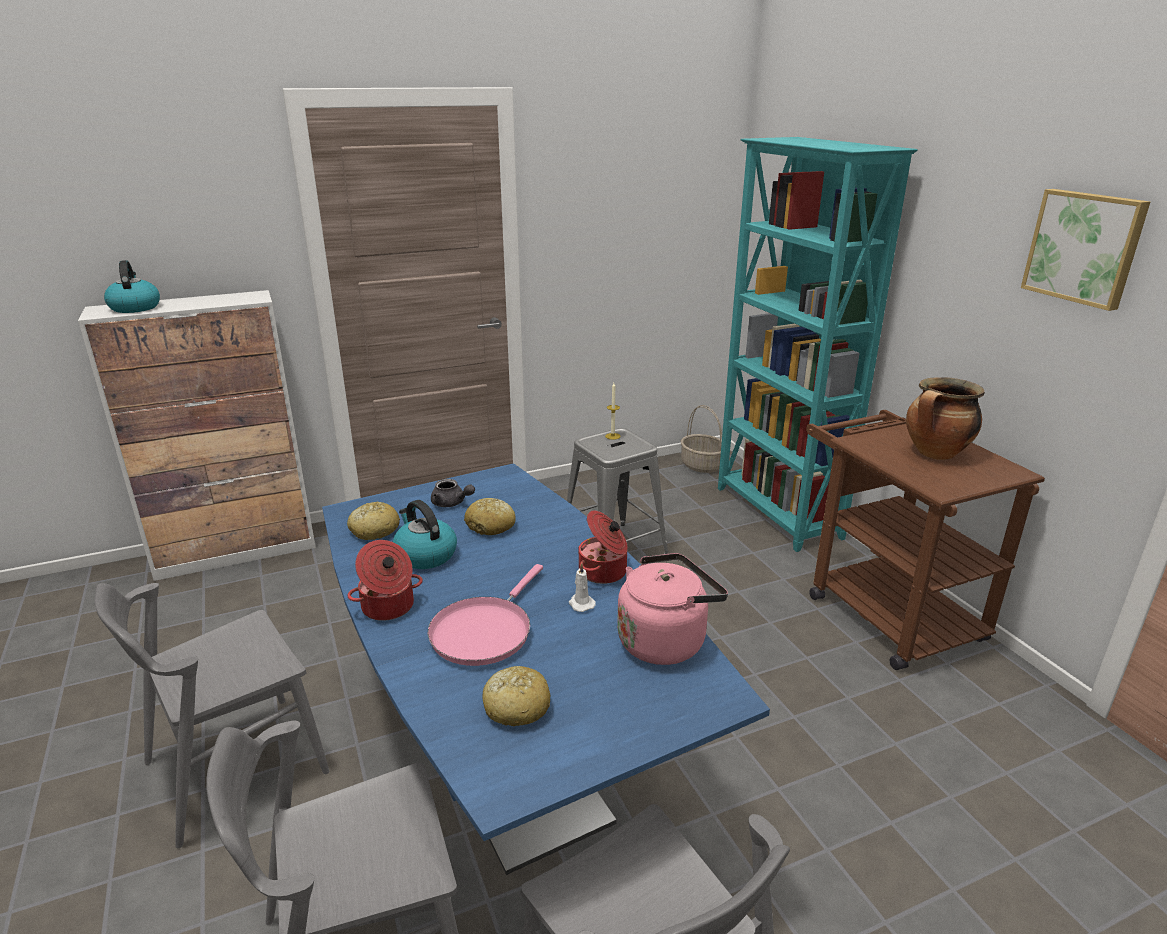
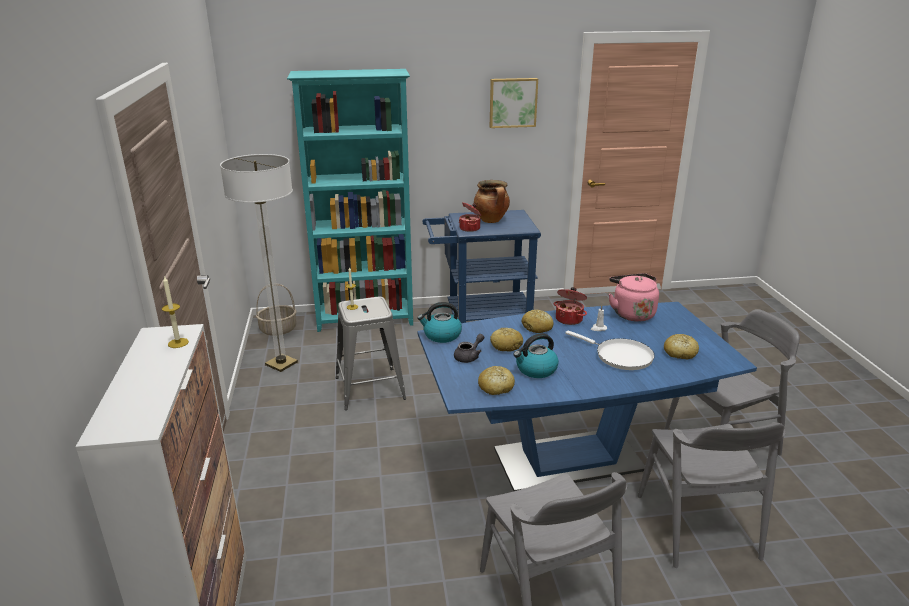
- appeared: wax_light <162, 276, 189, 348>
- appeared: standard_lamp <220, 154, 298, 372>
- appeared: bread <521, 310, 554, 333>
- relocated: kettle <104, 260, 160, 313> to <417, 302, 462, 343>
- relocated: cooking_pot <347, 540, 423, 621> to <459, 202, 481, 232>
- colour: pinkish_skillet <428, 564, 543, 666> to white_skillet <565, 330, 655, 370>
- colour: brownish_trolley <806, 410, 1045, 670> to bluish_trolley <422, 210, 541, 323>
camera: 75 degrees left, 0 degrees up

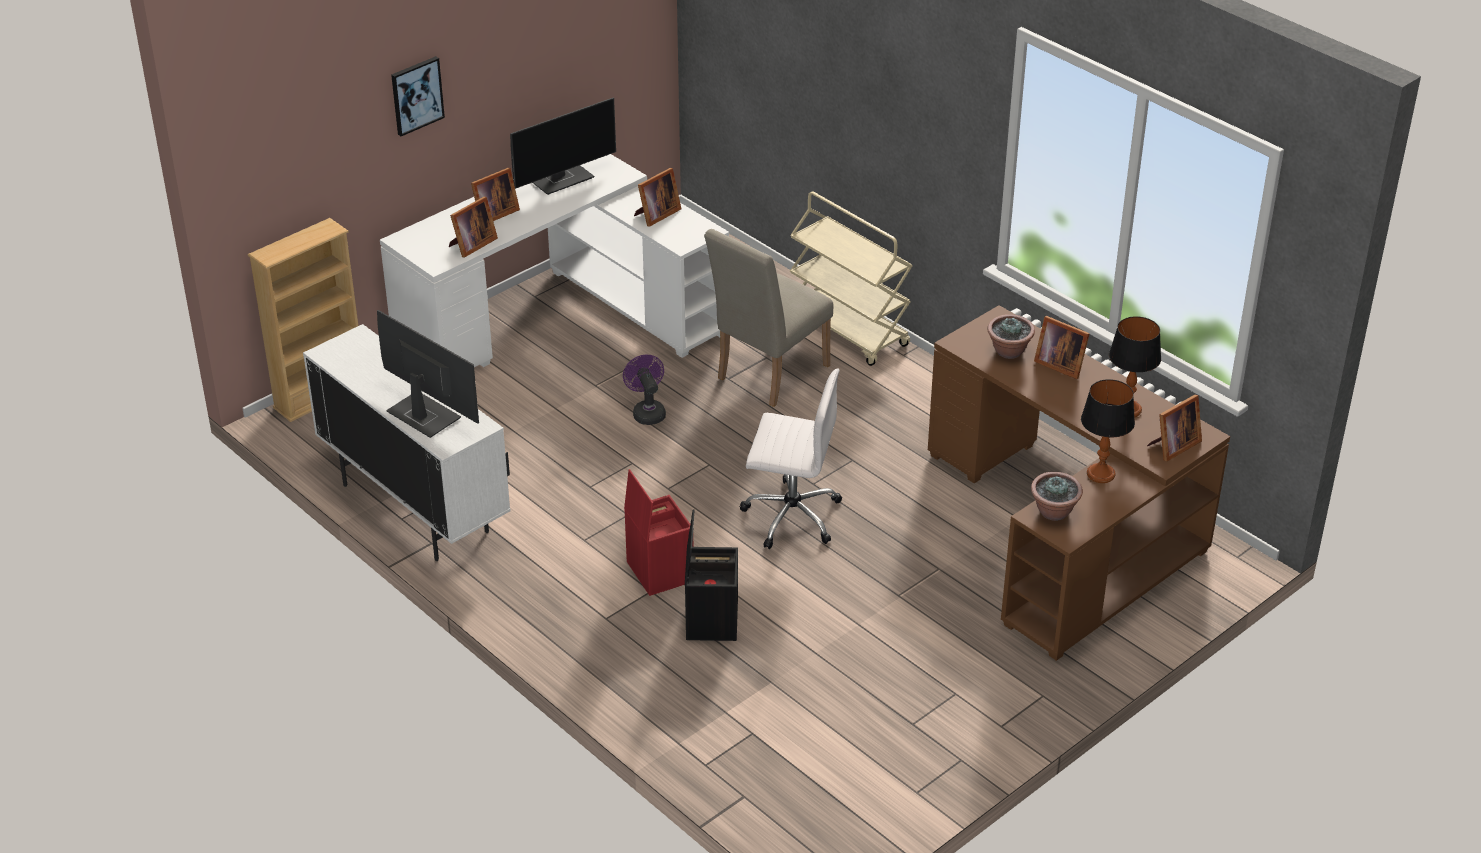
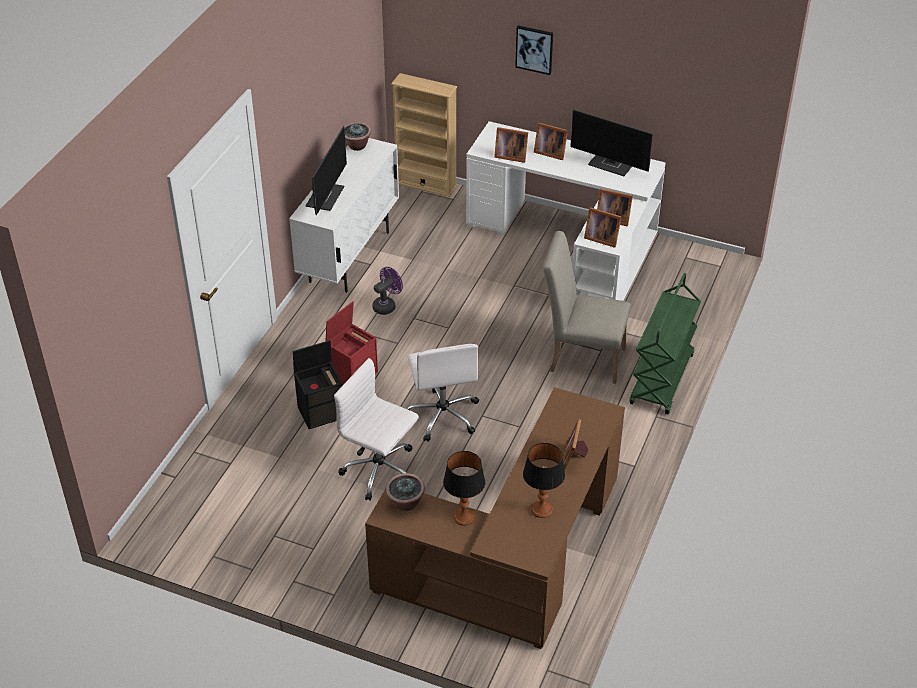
- appeared: white_office_chair <334, 358, 419, 501>
- relocated: purple-coloured_cooling_fan <623, 355, 666, 425> to <372, 267, 403, 315>
- relocated: houseplant <988, 314, 1035, 359> to <344, 122, 371, 151>
- relocated: photo_frame <1147, 394, 1202, 462> to <584, 207, 622, 248>
- colour: beige-coloured_trolley <790, 192, 913, 366> to green-coloured_trolley <629, 273, 701, 414>
camera: 65 degrees right, 5 degrees up

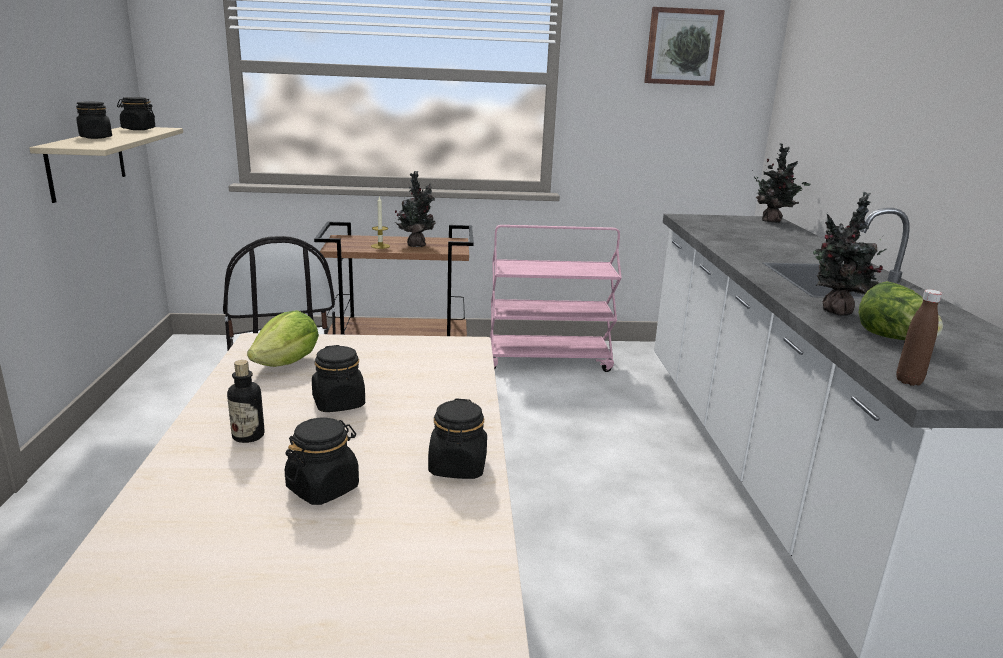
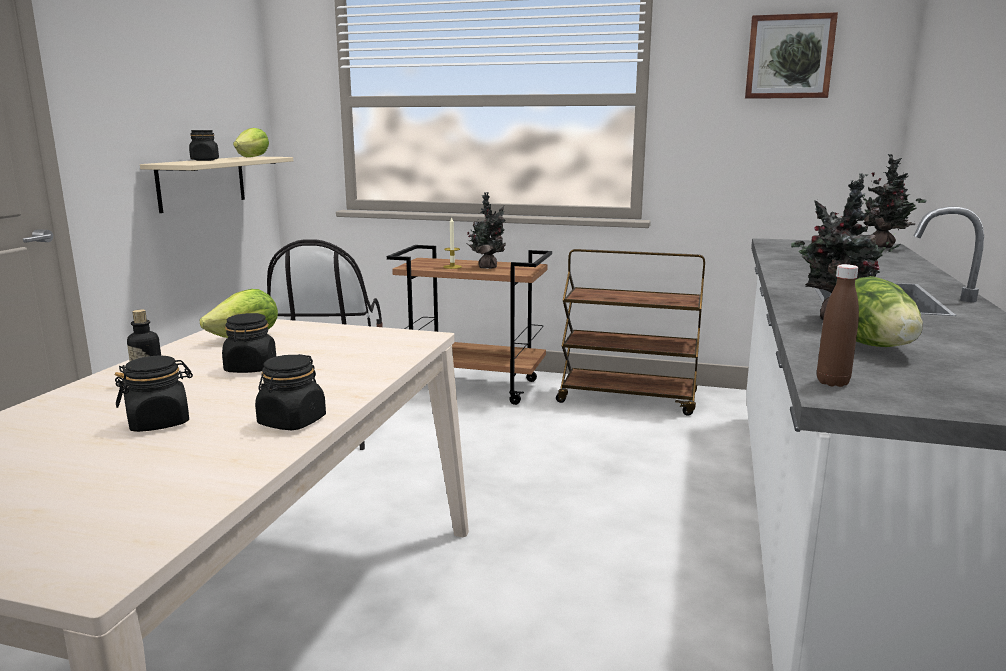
- exchanged: black_preserve_jar <117, 97, 155, 130> to lettuce_head <233, 128, 269, 157>
- colour: pinkish_trolley <490, 225, 622, 372> to brownish_trolley <556, 249, 705, 416>
camera: 20 degrees right, 5 degrees down

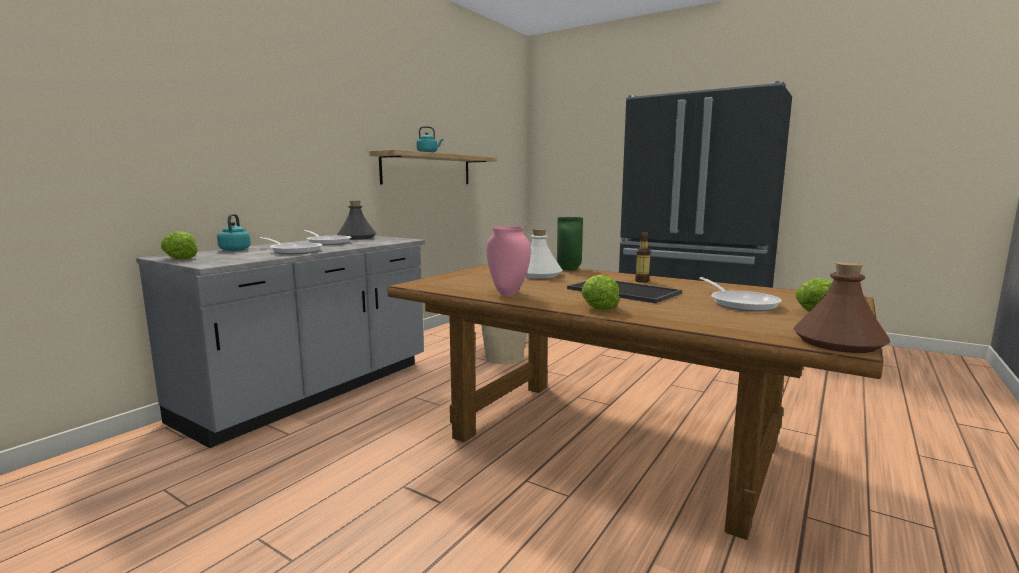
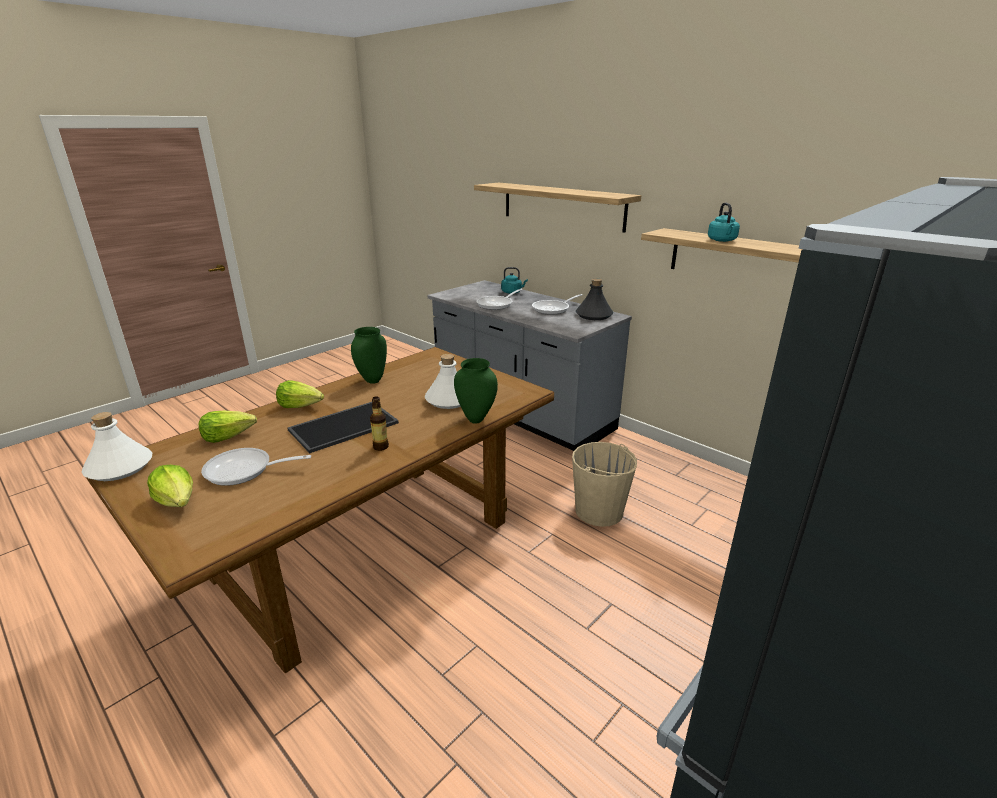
- appeared: shelf <474, 182, 641, 233>
- relocated: lettuce_head <161, 231, 198, 260> to <199, 410, 257, 443>
- colour: pinkish_decorative_vase <487, 226, 531, 296> to green-coloured_decorative_vase <351, 327, 387, 384>
- colour: brownish_drink_bottle <793, 262, 890, 353> to white_drink_bottle <82, 412, 152, 481>
camera: 100 degrees right, 15 degrees up

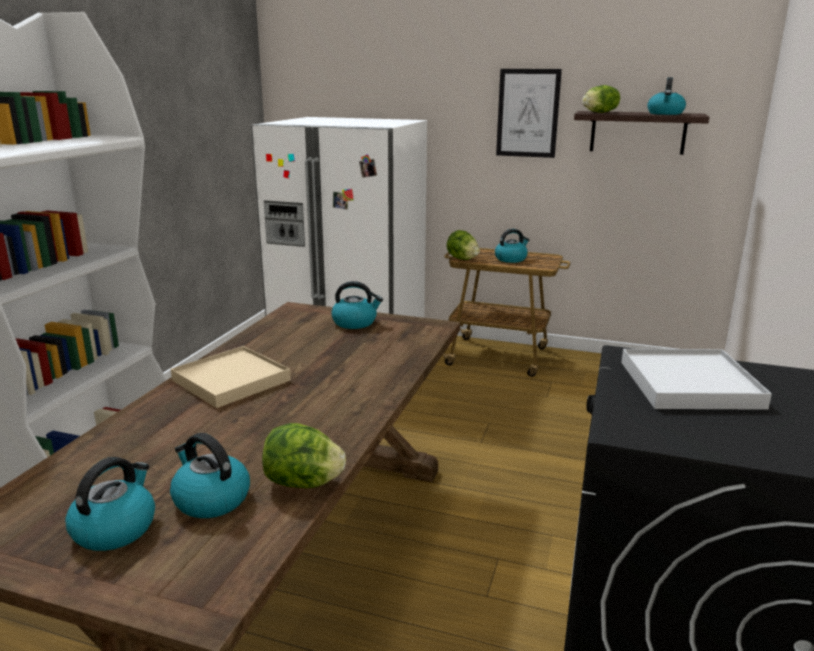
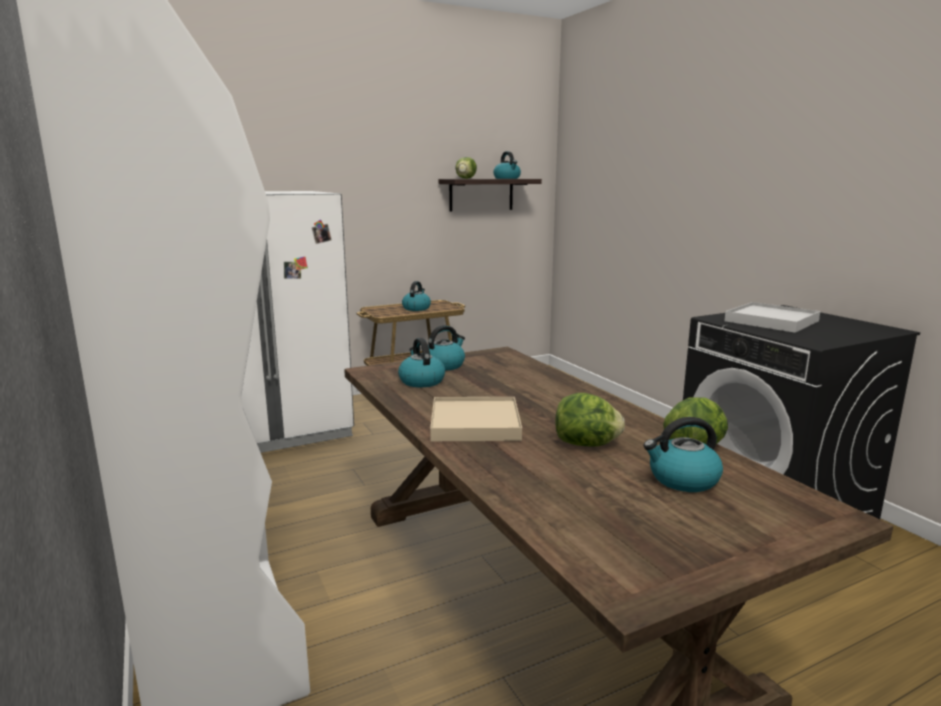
- missing: wall_art <496, 69, 562, 158>
- relocated: kettle <65, 457, 155, 551> to <398, 338, 445, 387>
- relocated: lettuce_head <446, 230, 480, 260> to <555, 393, 625, 447>
camera: 45 degrees left, 5 degrees down

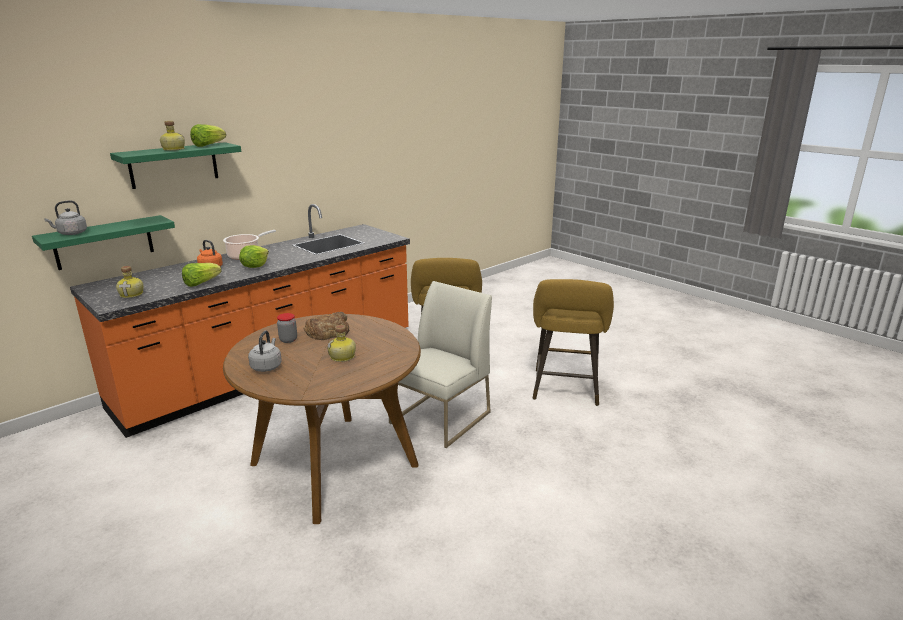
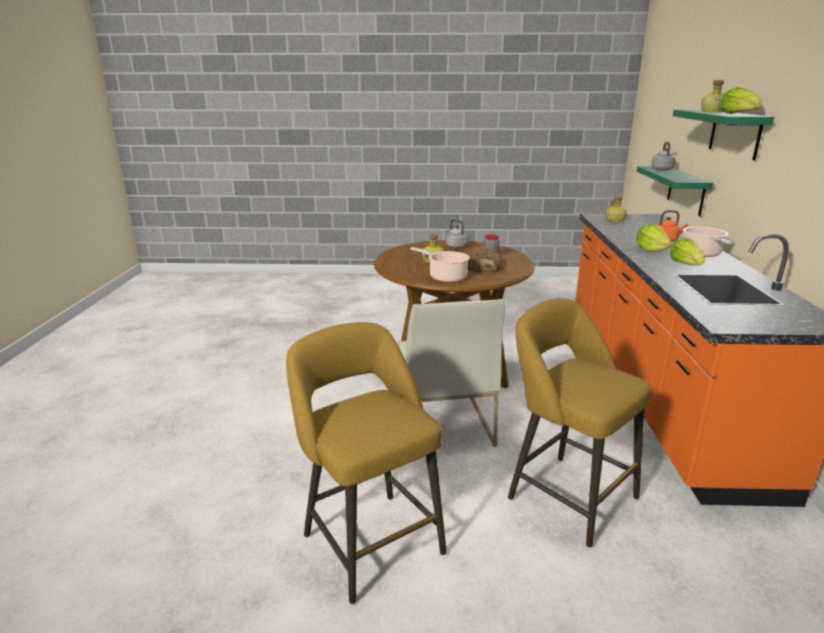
- appeared: cooking_pot <410, 247, 470, 282>
- relocated: lettuce_head <182, 263, 221, 287> to <670, 238, 705, 266>
camera: 135 degrees right, 0 degrees up

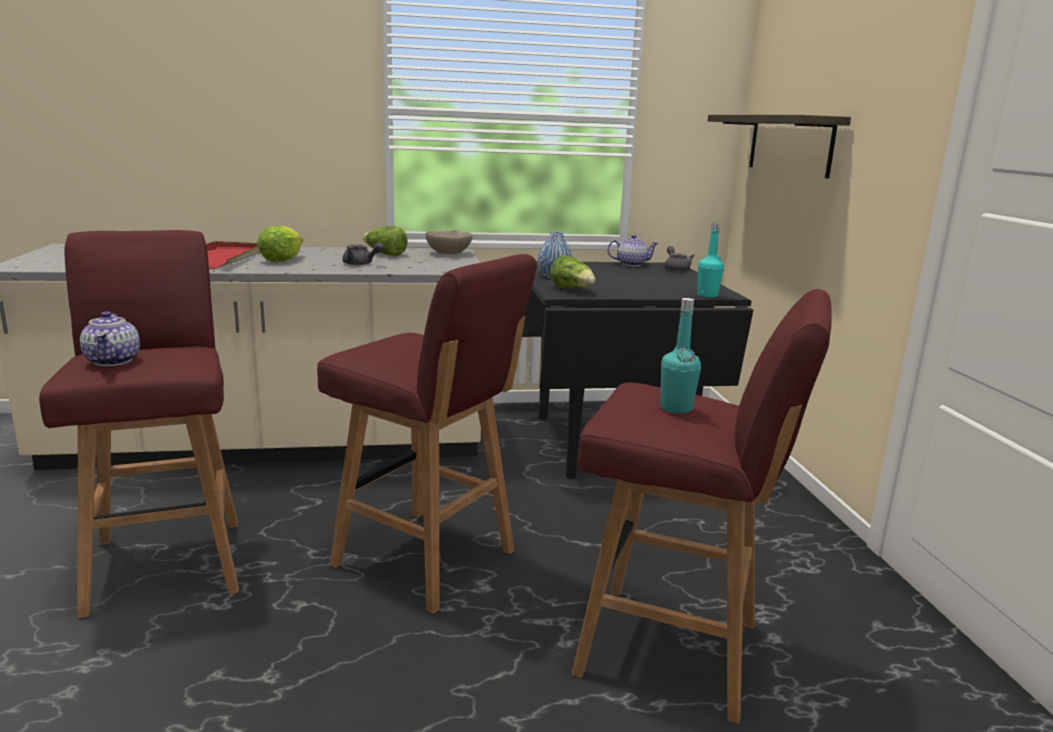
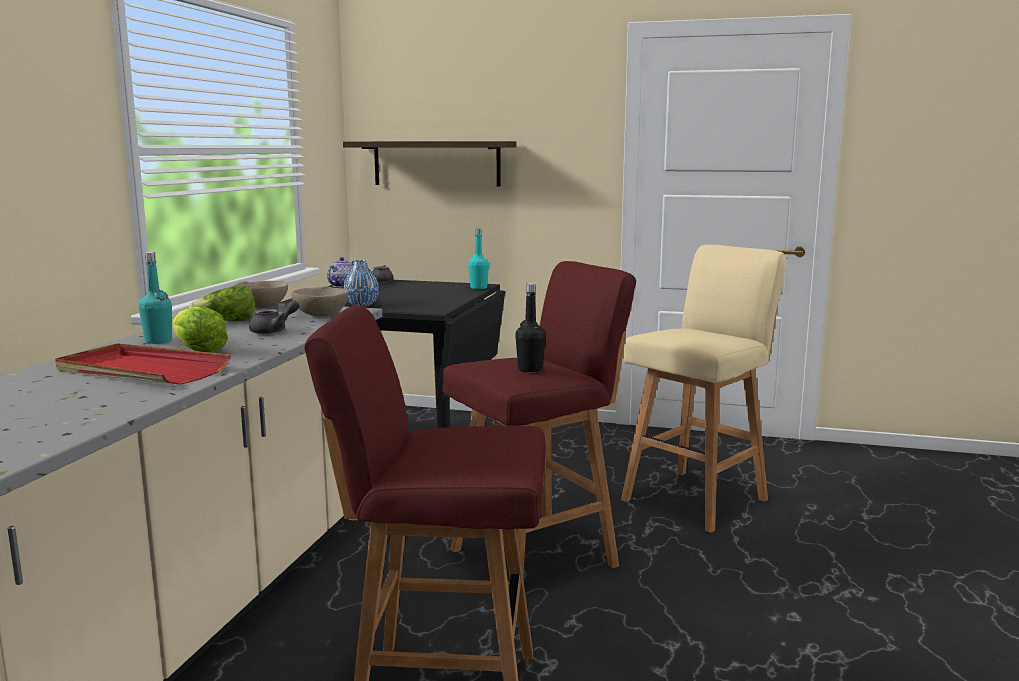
- missing: tea_pot <80, 311, 140, 366>
- missing: lettuce_head <550, 255, 595, 288>
- appeared: beige-coloured_serving_bowl <292, 286, 349, 316>
- appeared: black_drink_bottle <515, 283, 546, 372>
- relocated: turquoise_drink_bottle <661, 298, 701, 414> to <138, 252, 172, 344>
- colour: red_sitting_stool <572, 289, 832, 724> to beige-coloured_sitting_stool <621, 245, 787, 533>
camera: 65 degrees left, 5 degrees down

